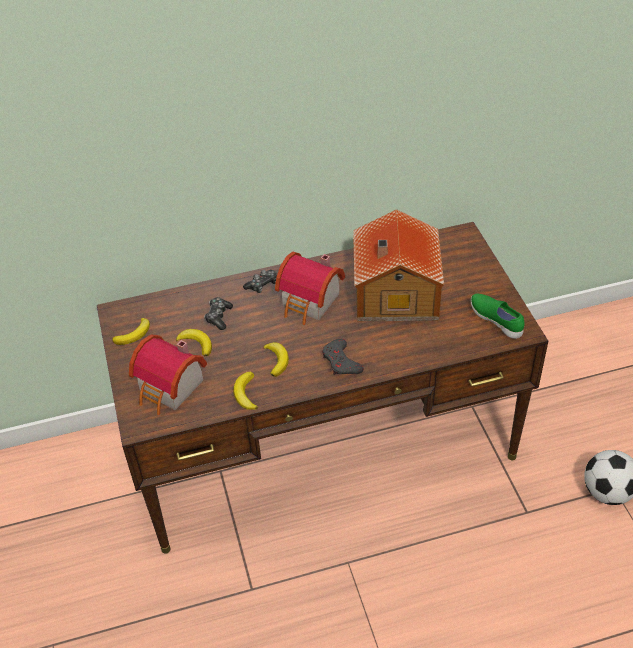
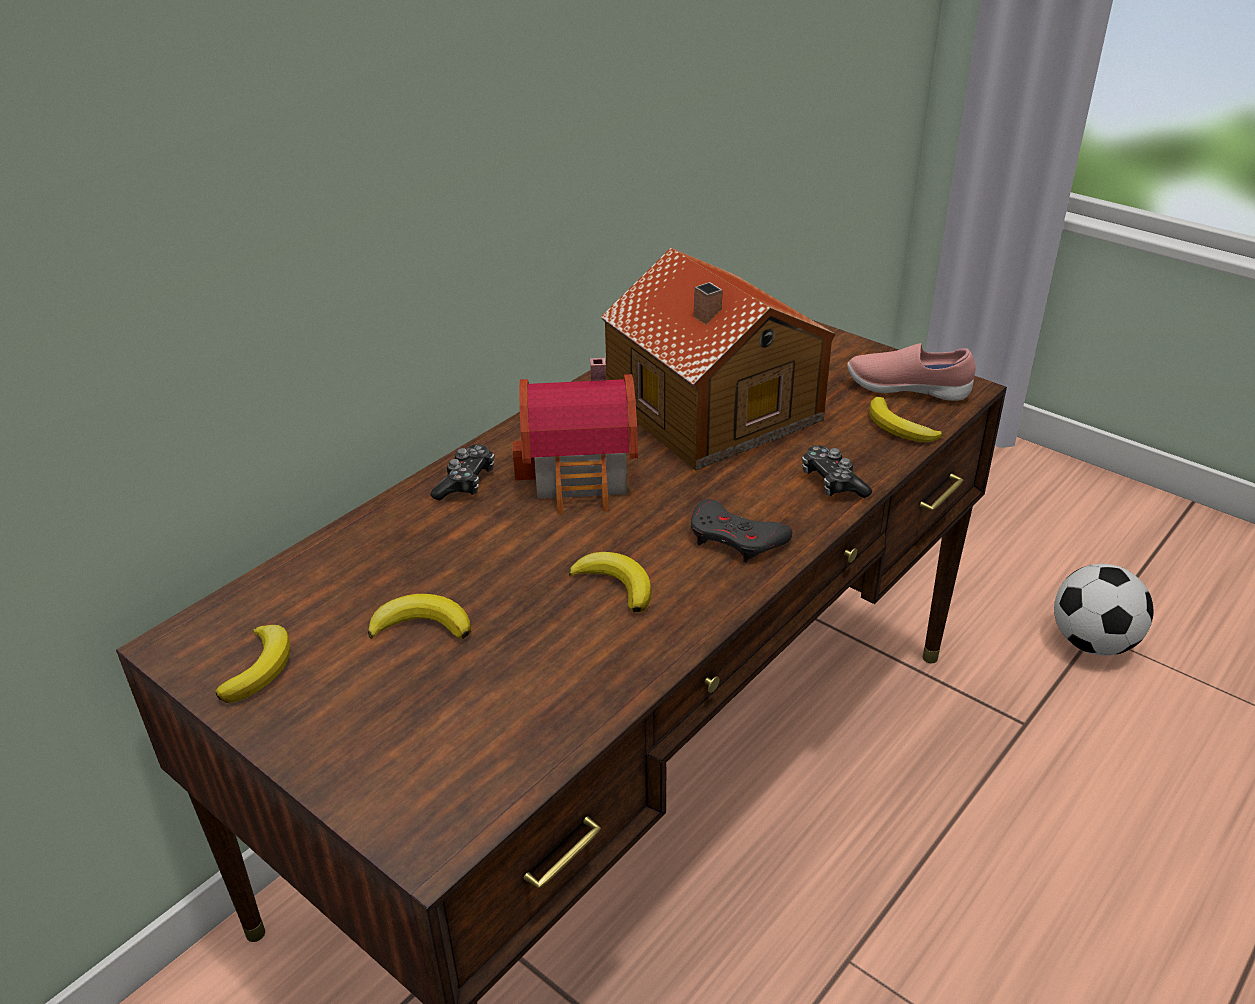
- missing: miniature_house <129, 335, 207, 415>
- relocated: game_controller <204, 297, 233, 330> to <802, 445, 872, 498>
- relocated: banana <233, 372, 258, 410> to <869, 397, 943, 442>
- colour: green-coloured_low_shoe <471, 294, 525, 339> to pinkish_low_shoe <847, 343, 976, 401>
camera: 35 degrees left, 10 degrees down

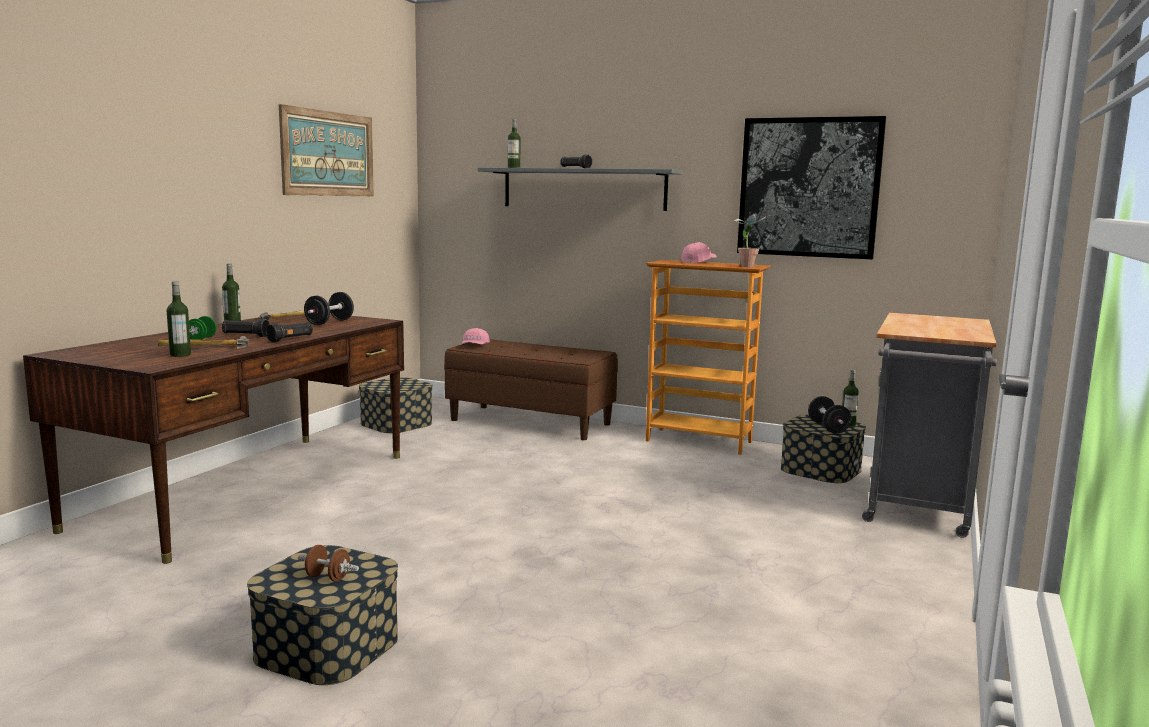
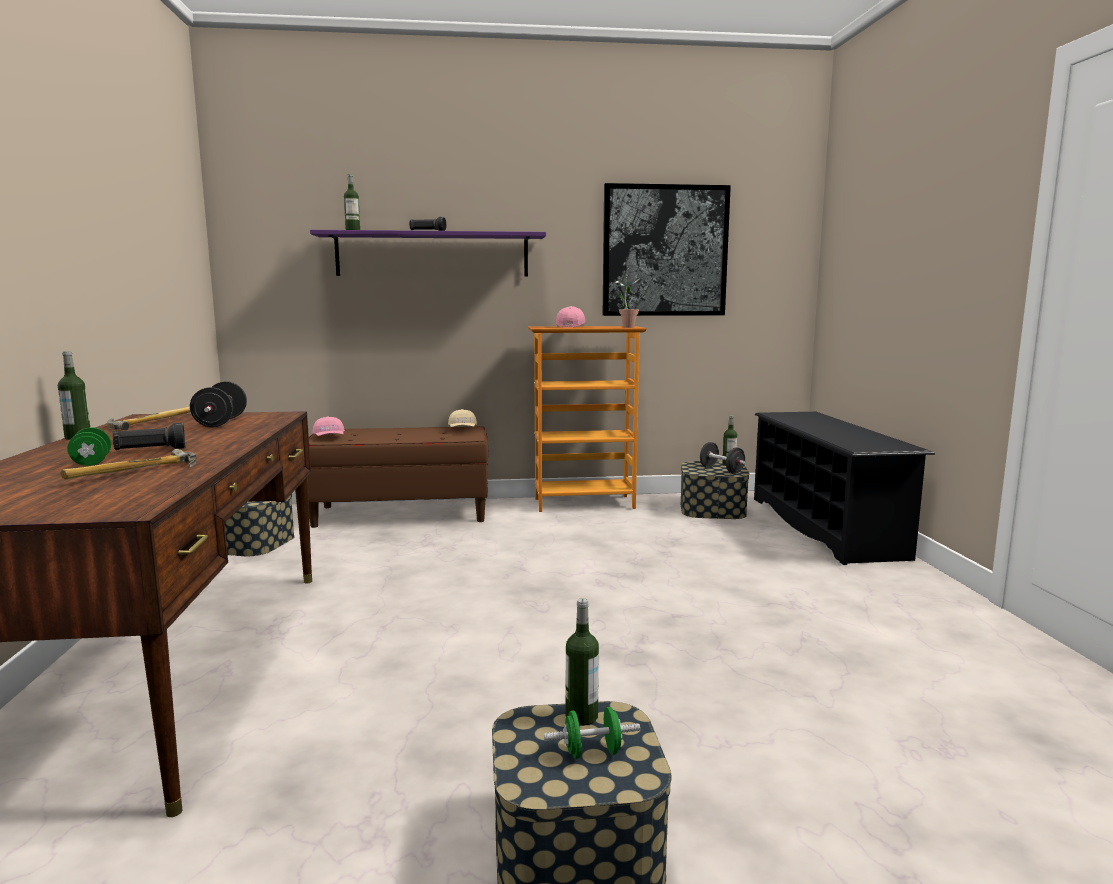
- missing: black_torch <266, 322, 313, 342>
- missing: wall_art <279, 104, 374, 196>
- appeared: beige-coloured_peaked_cap <448, 409, 477, 427>
- relocated: drink_bottle <166, 281, 191, 357> to <566, 598, 599, 726>
- exchanged: grey_trolley <862, 313, 997, 538> to black_shoe_stand <754, 412, 935, 565>
- colour: brownish_free_weight <298, 545, 359, 582> to green-coloured_free_weight <544, 707, 640, 759>
- colour: grey_shelf <478, 167, 683, 211> to purple-coloured_shelf <310, 230, 546, 276>
camera: 30 degrees left, 0 degrees up

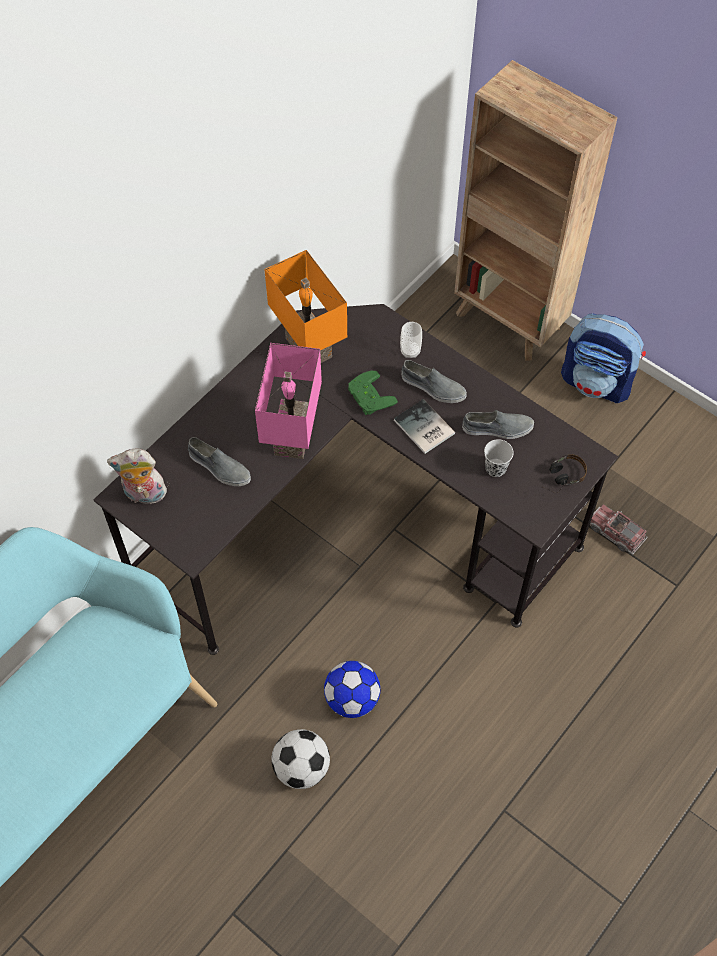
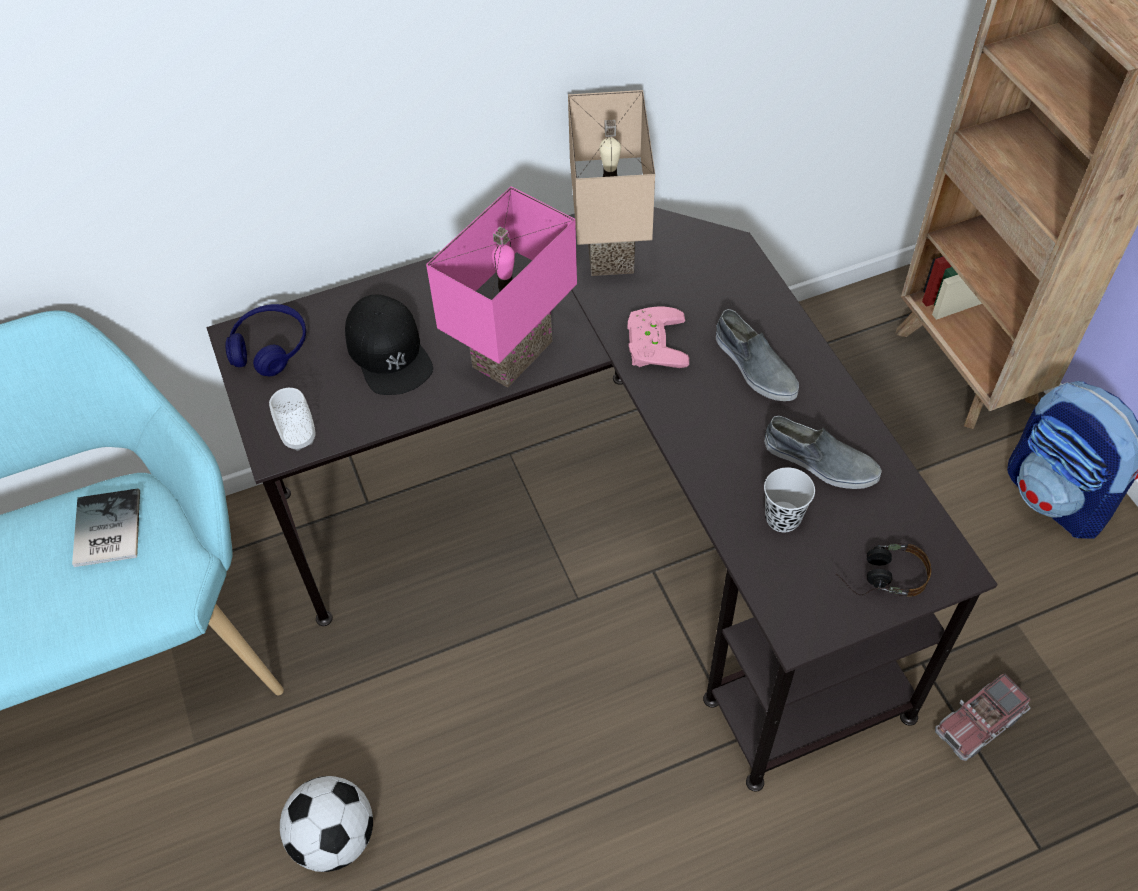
- missing: football_ball <324, 661, 380, 718>
- relocated: book <394, 399, 455, 454> to <72, 489, 140, 567>
- relocated: small_cup <400, 322, 422, 358> to <269, 388, 316, 451>
- exchanged: cuddly_toy <107, 449, 168, 504> to bluish_pair_of_headphones <225, 304, 306, 376>
- exchanged: grey_low_shoe <188, 437, 251, 486> to black_peaked_cap <345, 295, 433, 395>
- colour: orangey_tabletop_lamp <264, 250, 347, 363> to beige-coloured_tabletop_lamp <568, 90, 655, 276>
- colour: green-coloured_game_controller <348, 371, 398, 415> to pinkish_game_controller <627, 306, 689, 368>
- spun: toy_truck <590, 504, 648, 555> = <935, 673, 1031, 761> 105 degrees counterclockwise
camera: 30 degrees right, 5 degrees down

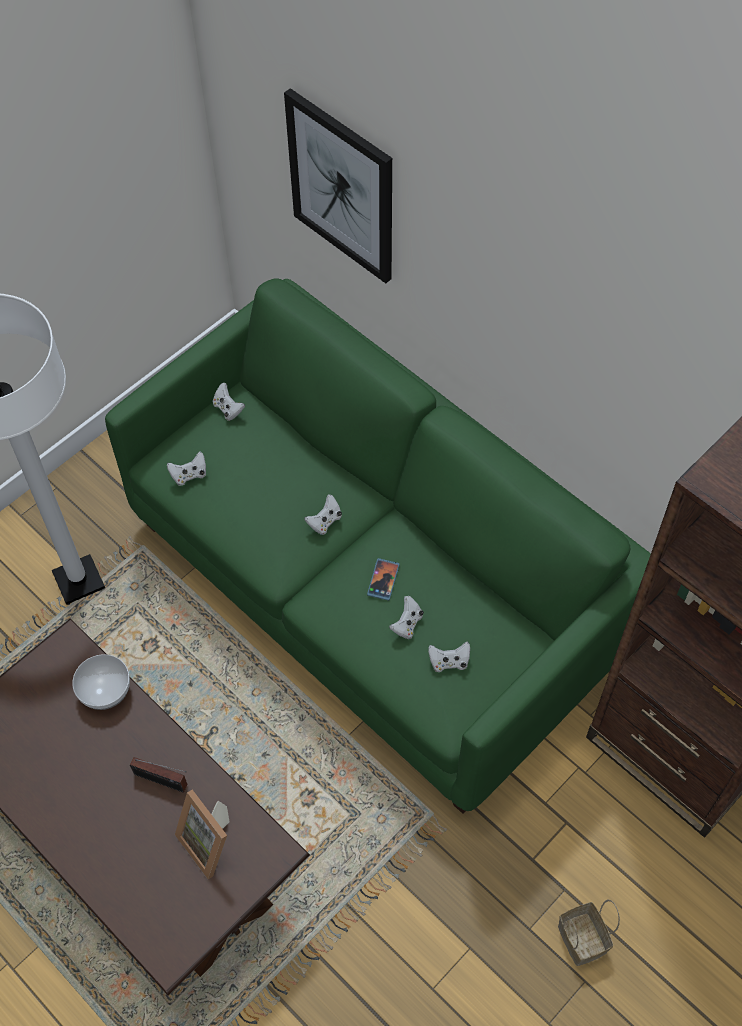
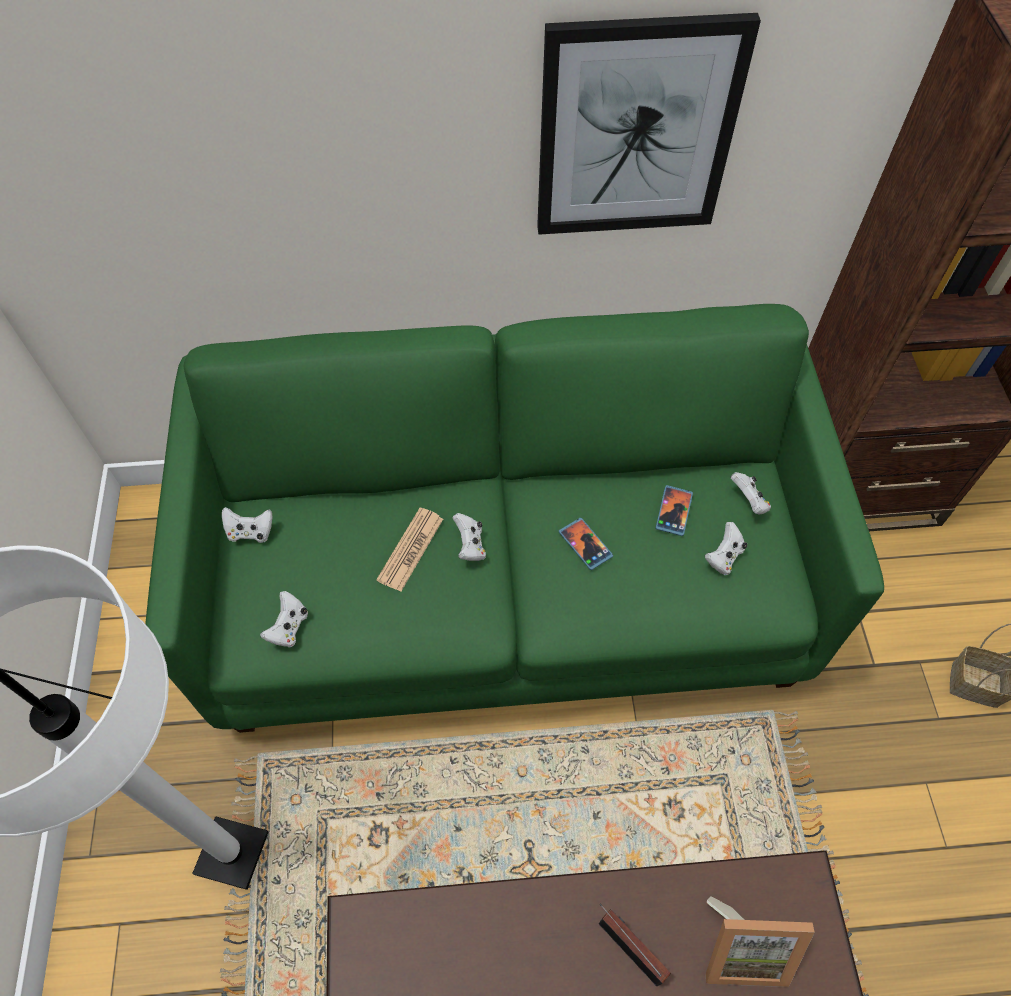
- missing: serving_bowl <72, 654, 130, 710>
- appeared: printed_paper <376, 508, 443, 592>
- appeared: telephone <656, 485, 693, 536>
- relocated: wall_art <284, 88, 392, 283> to <537, 13, 761, 235>
- relocated: white_game_controller <389, 596, 424, 639> to <730, 472, 771, 515>
- spun: radio <130, 757, 187, 793> = <599, 903, 671, 986> 105 degrees counterclockwise
camera: 50 degrees left, 0 degrees up

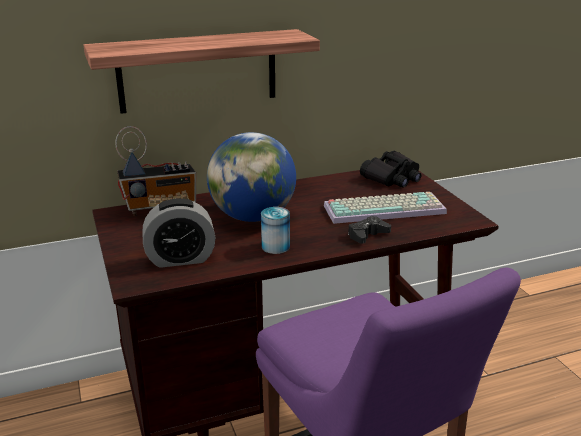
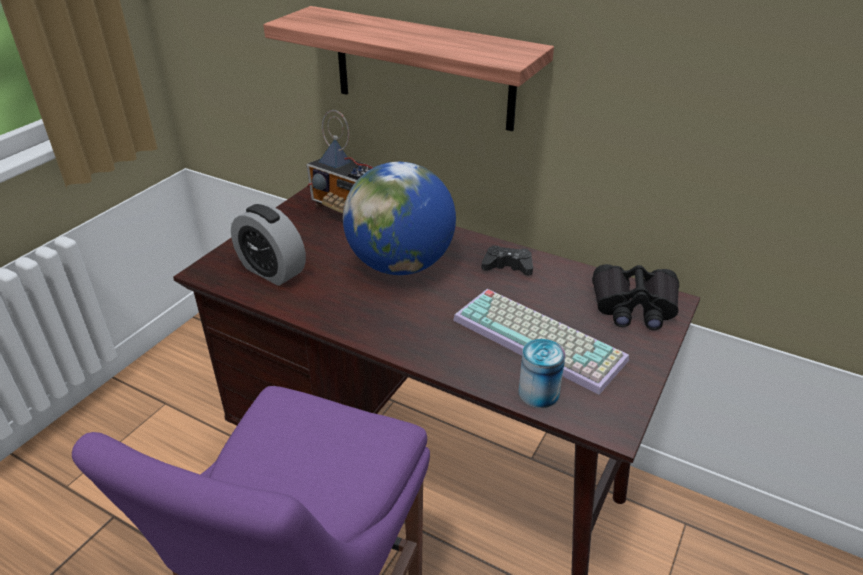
- relocated: metal_can <261, 207, 290, 254> to <518, 339, 565, 408>
- relocated: black_game_controller <348, 216, 391, 244> to <482, 245, 533, 276>
camera: 50 degrees right, 10 degrees up

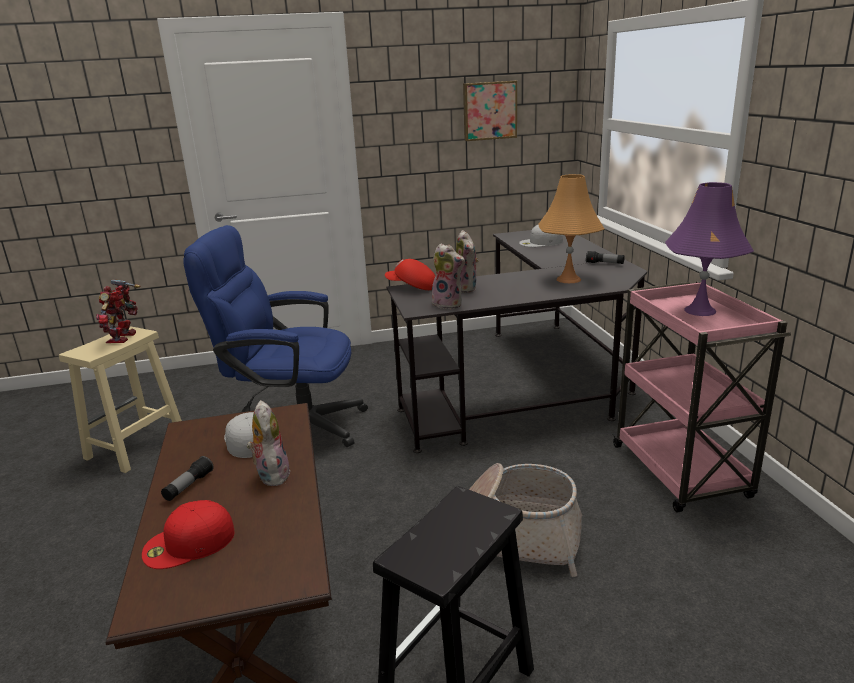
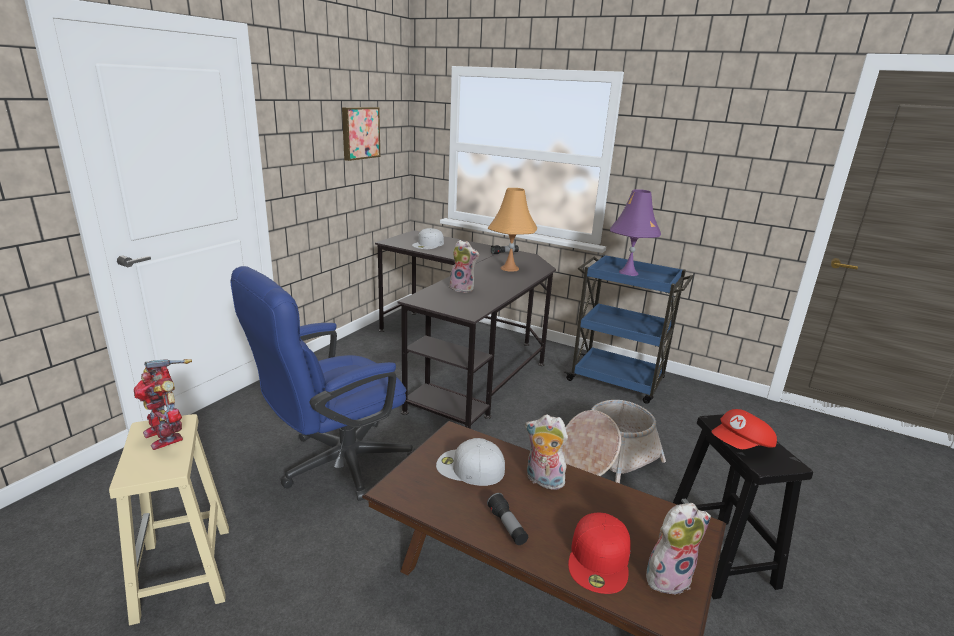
- relocated: red_peaked_cap <385, 259, 436, 290> to <711, 409, 777, 449>
- relocated: cuddly_toy <432, 244, 465, 309> to <646, 503, 711, 597>
- colour: pinkish_trolley <612, 281, 791, 512> to bluish_trolley <564, 255, 693, 404>
camera: 50 degrees left, 0 degrees up

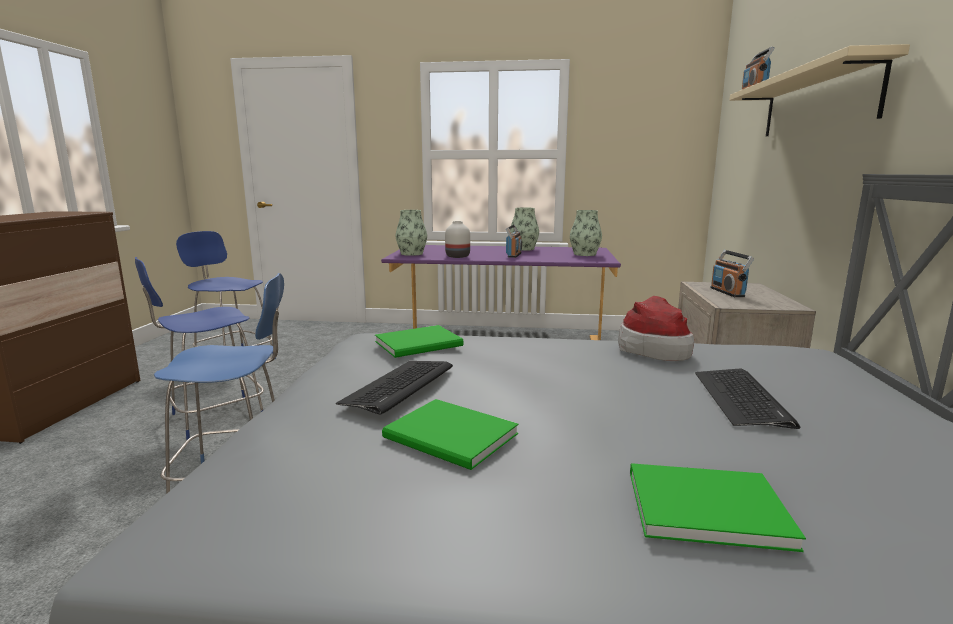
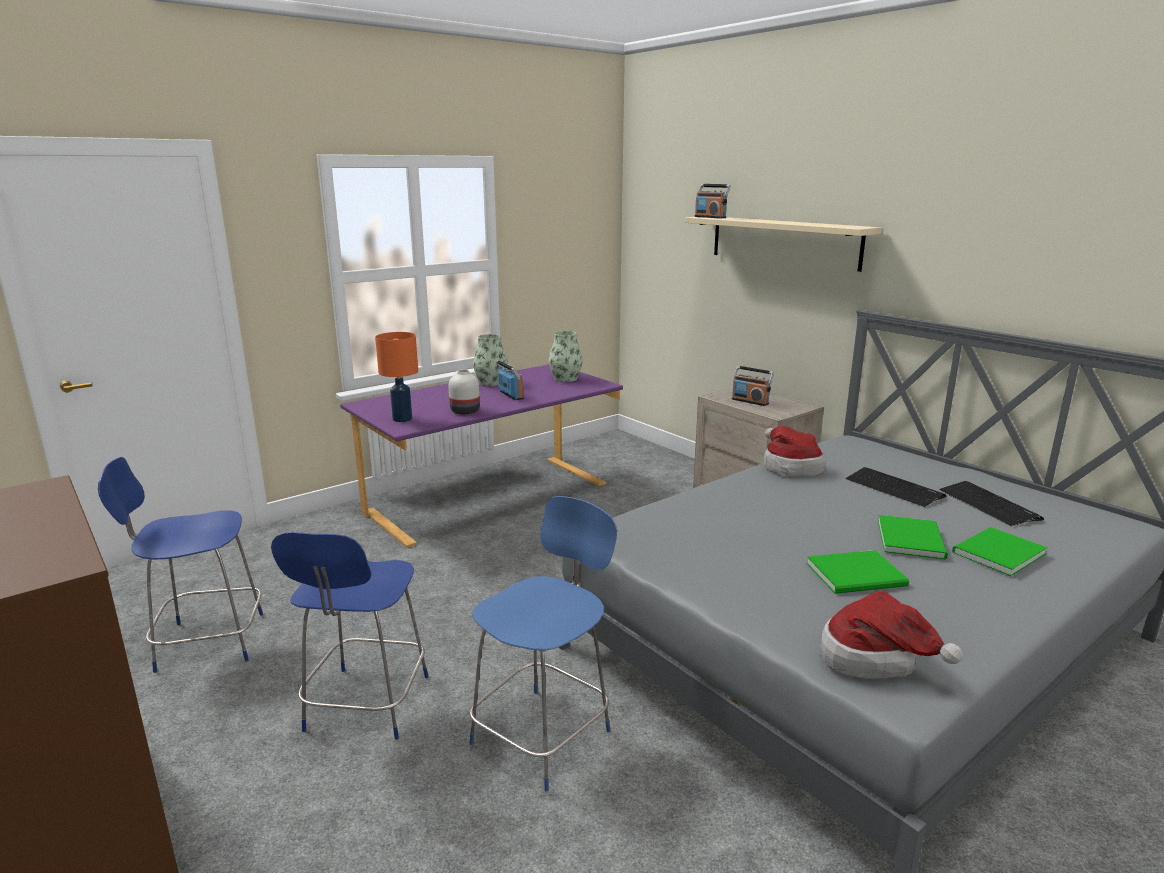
- appeared: wearable_hat <820, 590, 963, 679>
- relocated: computer_keyboard <336, 361, 453, 415> to <939, 481, 1044, 526>
- relocated: green-coloured_book <375, 325, 464, 358> to <878, 515, 948, 559>
- exchanged: decorative_vase <395, 210, 427, 256> to orangey_tabletop_lamp <375, 332, 418, 422>
camera: 45 degrees left, 5 degrees up

